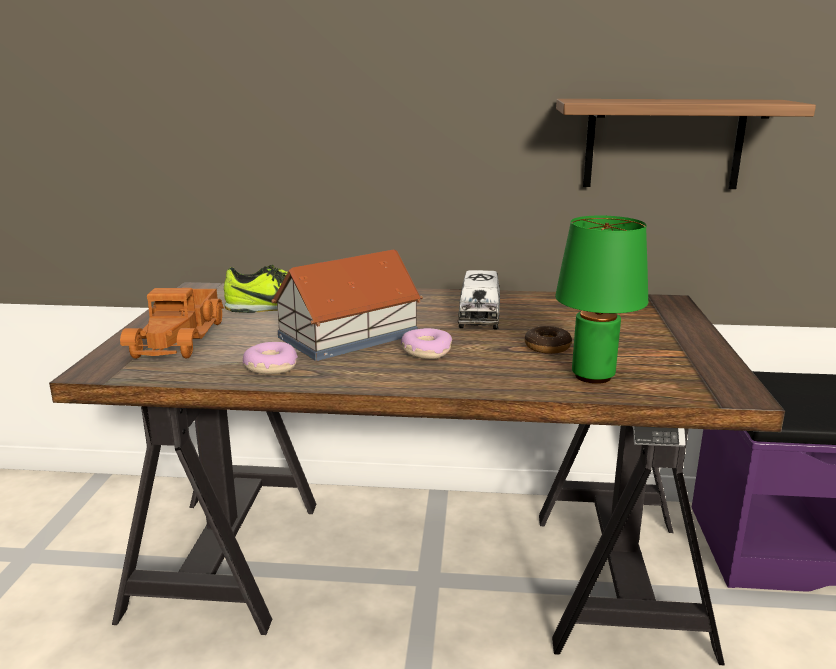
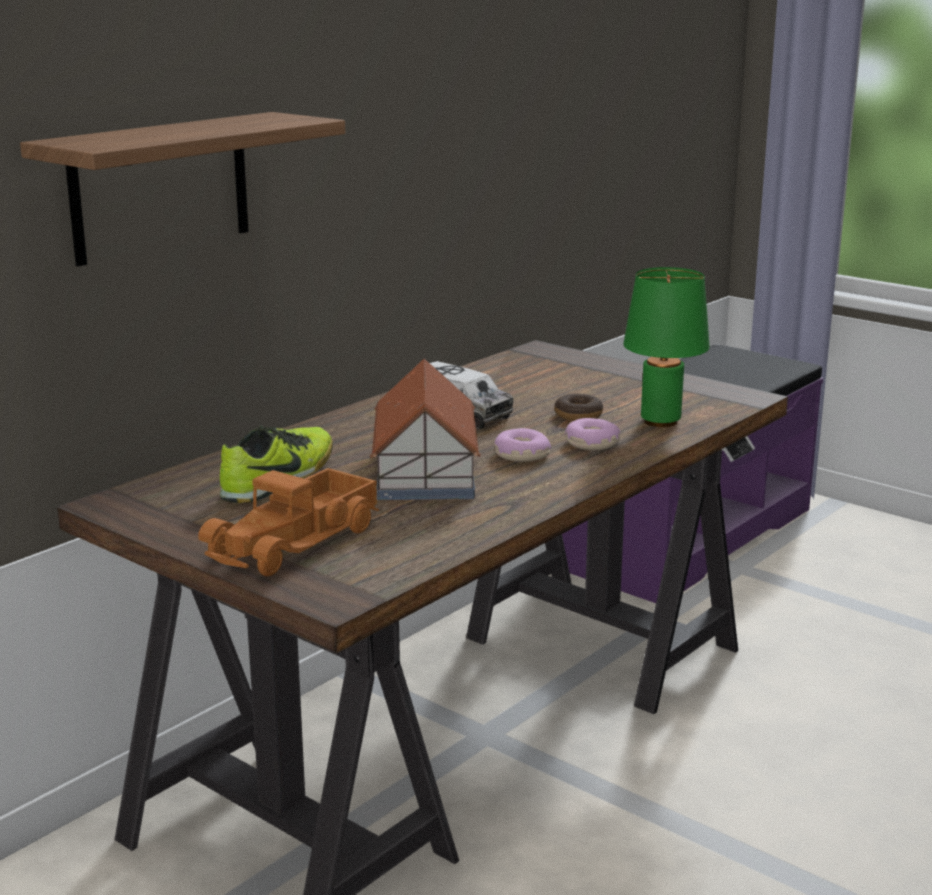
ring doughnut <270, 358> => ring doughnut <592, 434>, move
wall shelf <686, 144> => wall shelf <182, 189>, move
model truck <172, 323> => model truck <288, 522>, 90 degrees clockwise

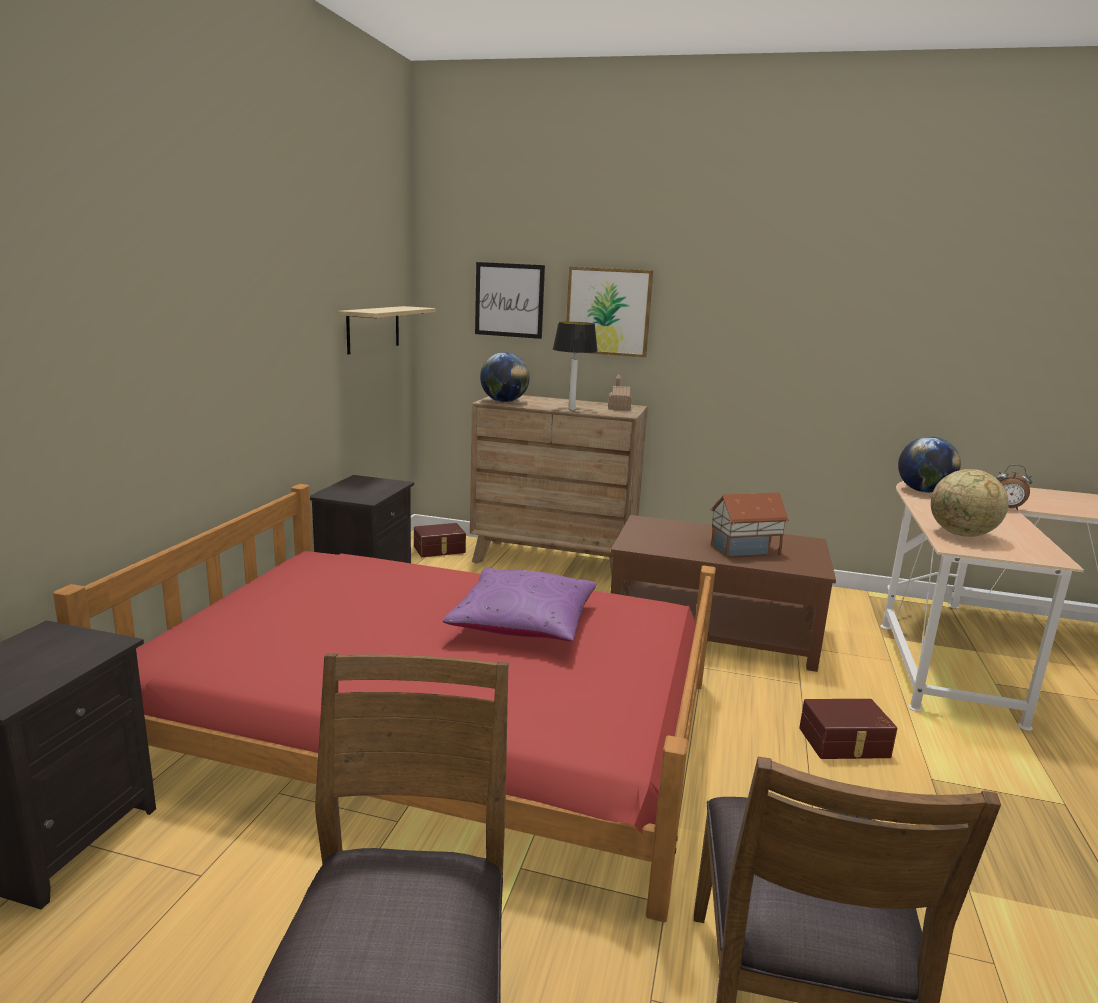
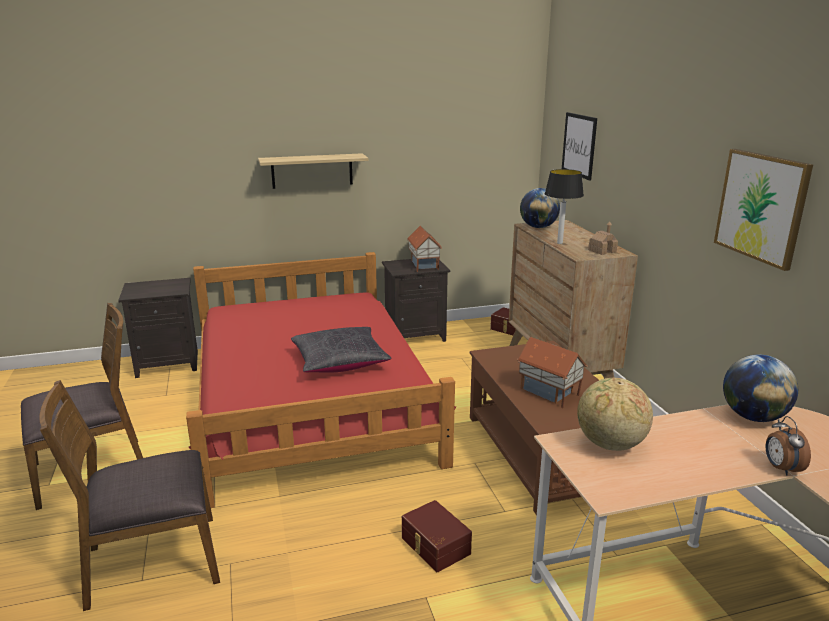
nothing => model house <424, 249>
wall shelf <387, 330> => wall shelf <313, 171>, move
picture <609, 312> => picture <763, 210>, move
purplish pillow <519, 604> => black pillow <341, 349>

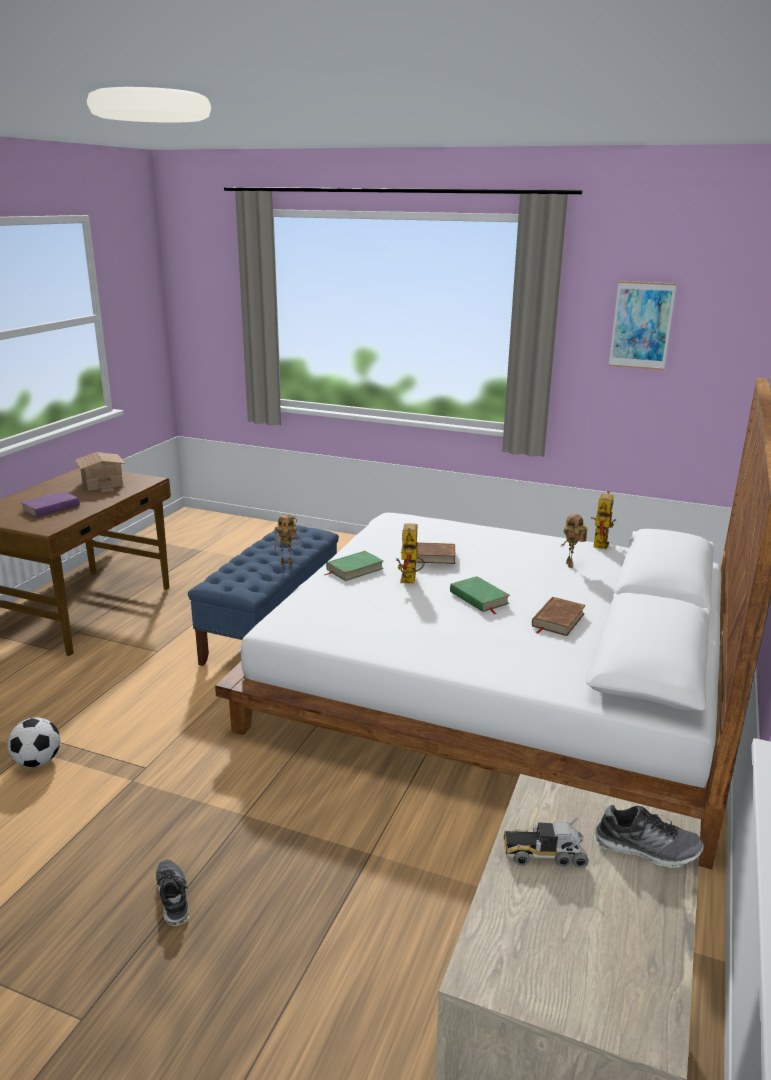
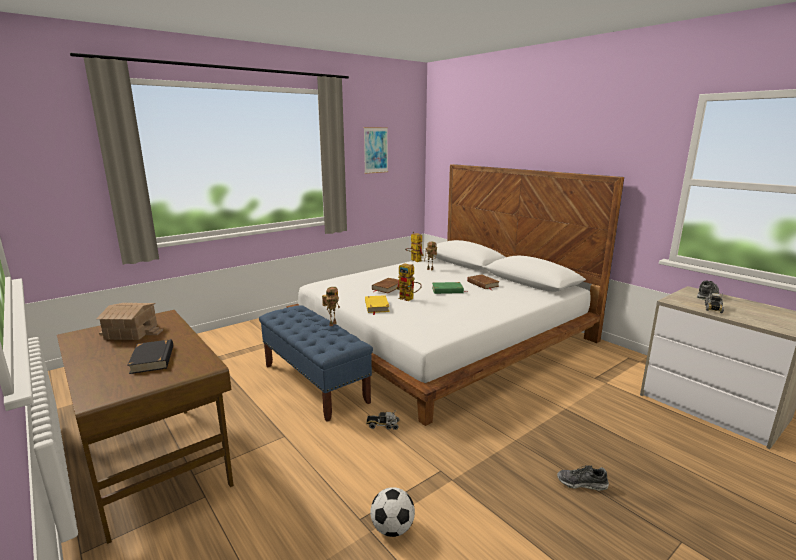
nothing => model truck <383, 420>
purplish bound book <52, 504> => black bound book <150, 356>
greenish bound book <353, 566> => yellow-coloured bound book <377, 305>

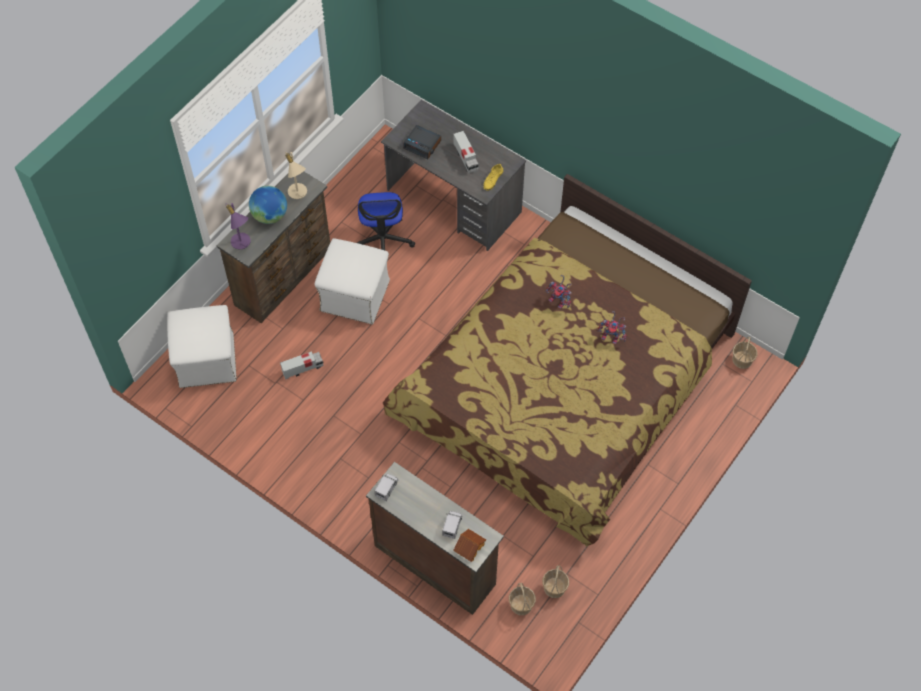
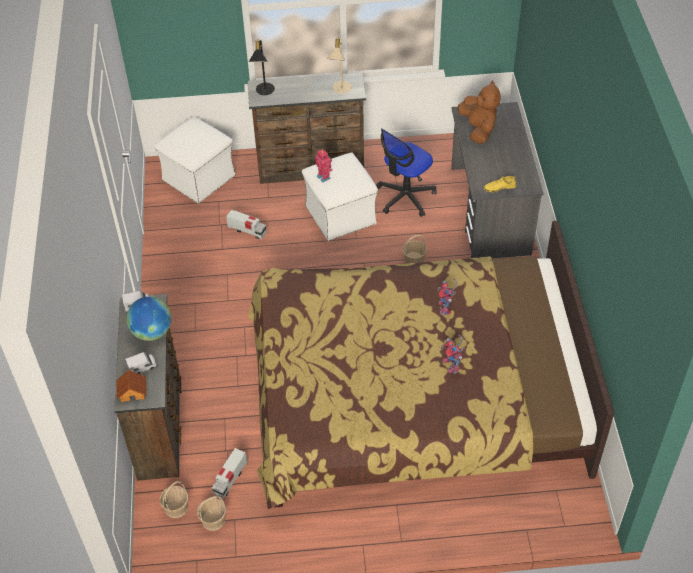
nothing => robot figure <324, 165>
world globe <268, 205> => world globe <149, 319>, move
model truck <466, 152> => model truck <229, 473>, move
basket <745, 352> => basket <414, 249>, move
table clock <422, 142> => brownish plush toy <479, 112>
purplish table lamp <238, 226> => black table lamp <262, 67>

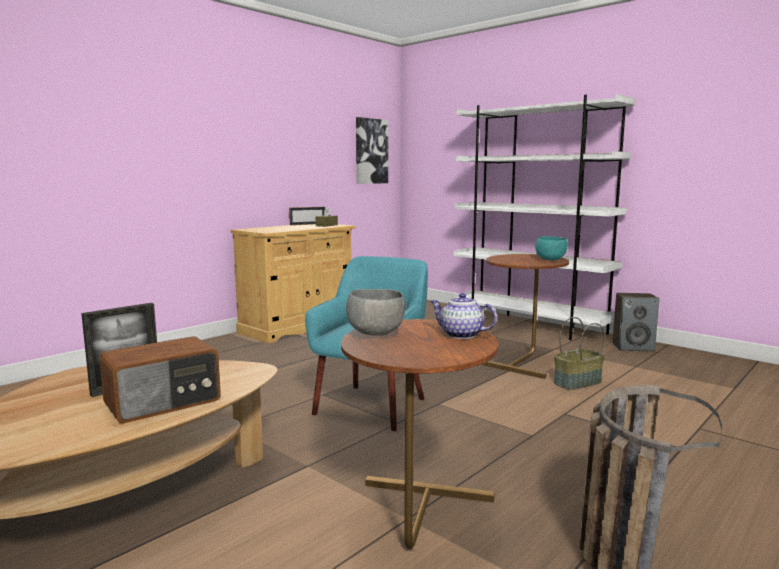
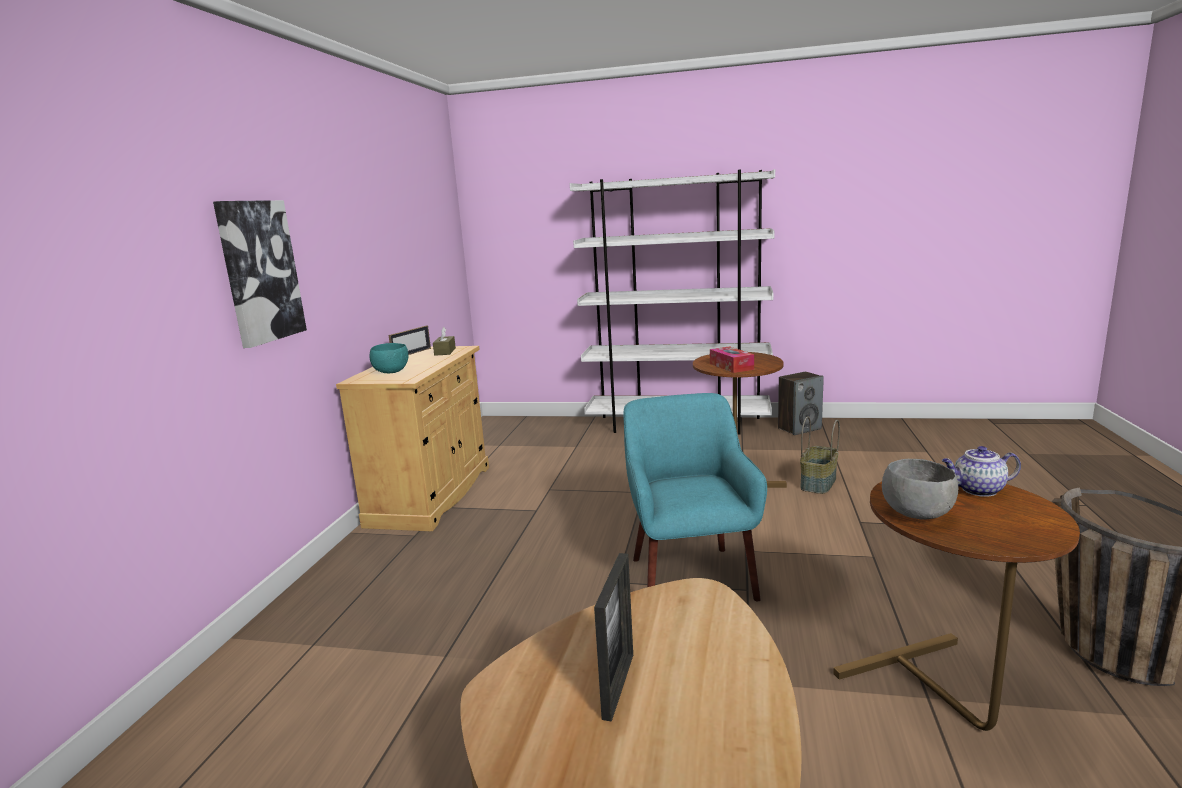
radio receiver <160, 380> => nothing
nothing => box of tissues <732, 359>
picture <372, 150> => picture <260, 274>, move
blue-green deep dish <551, 248> => blue-green deep dish <389, 358>, move

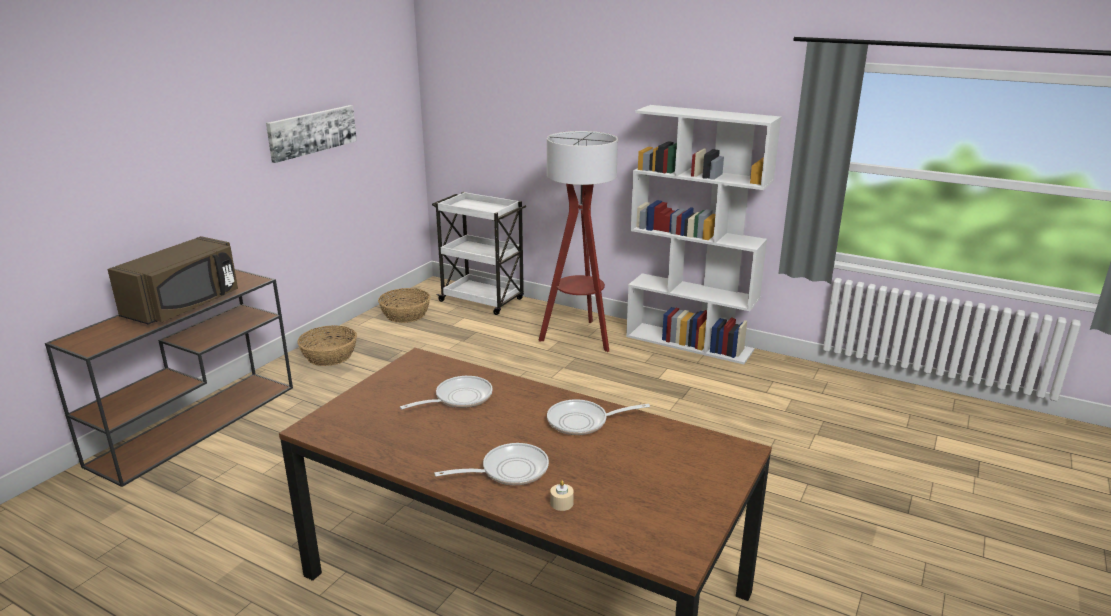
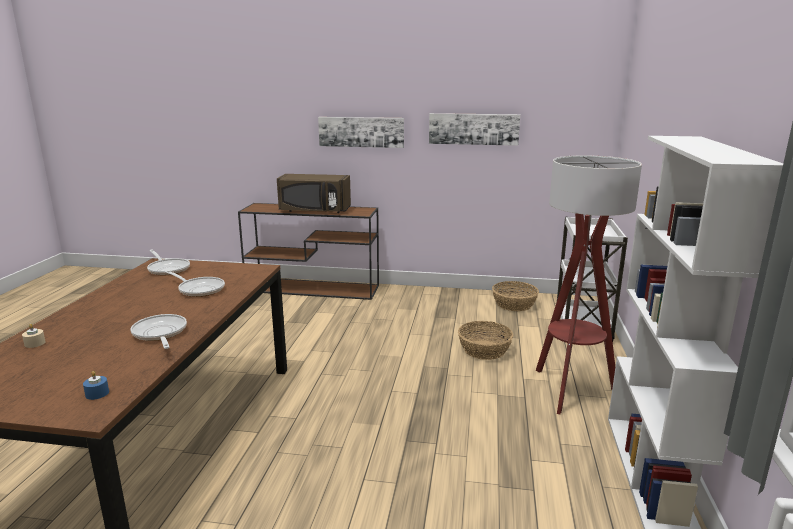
nothing => blue wax light <96, 385>
nothing => picture <361, 132>
basket <327, 345> => basket <485, 340>, move
frying pan <491, 464> => frying pan <168, 262>, move

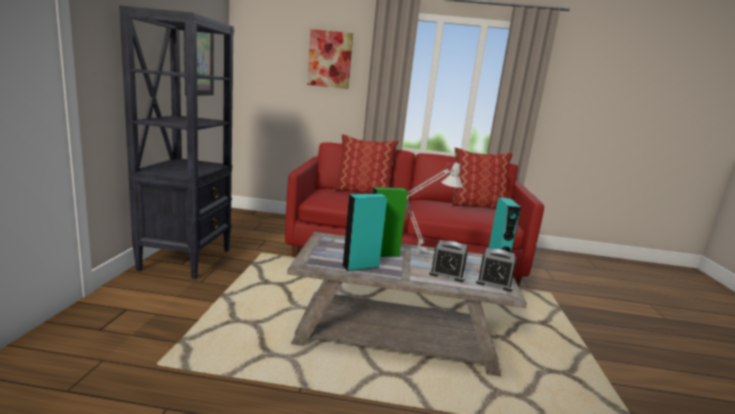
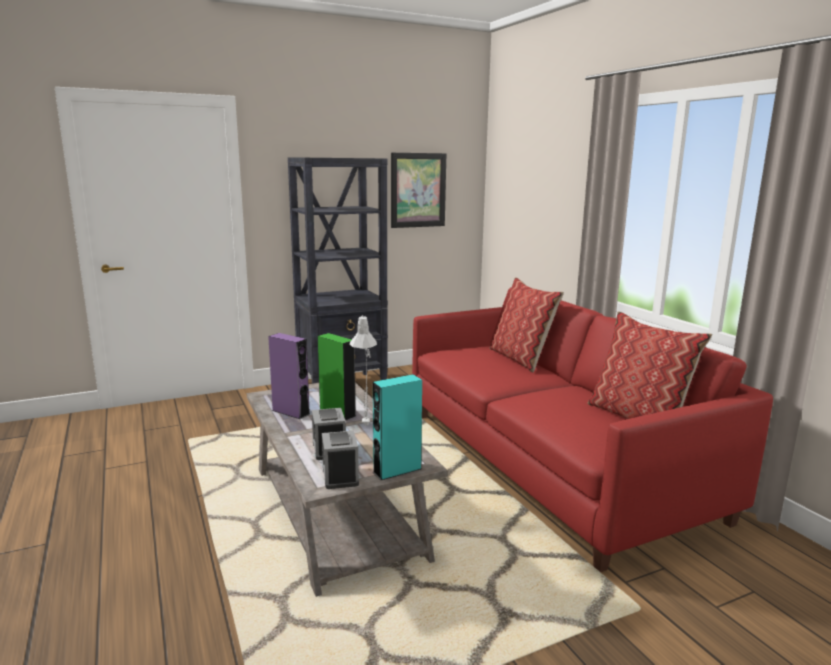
picture <330, 59> => nothing
blue-green audio speaker <364, 232> => purplish audio speaker <289, 376>

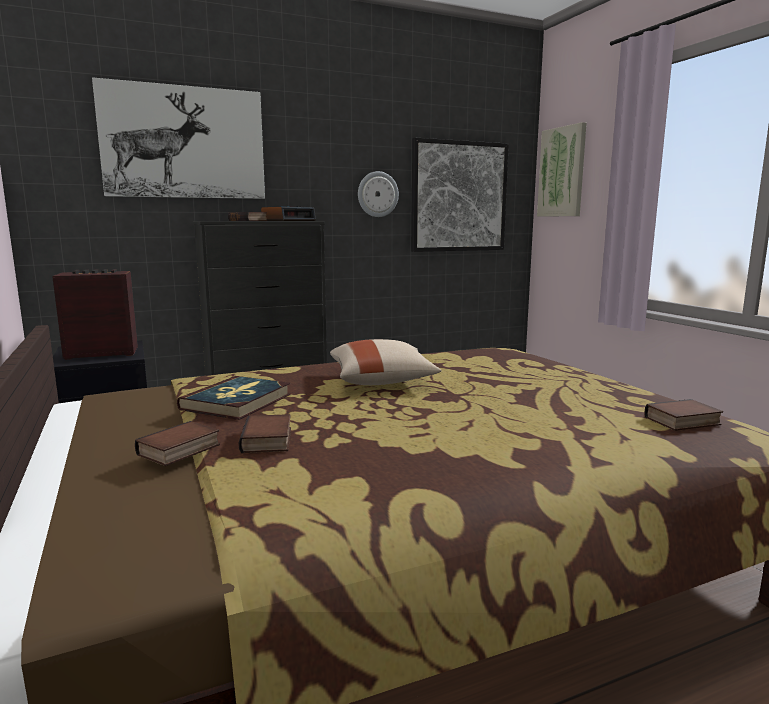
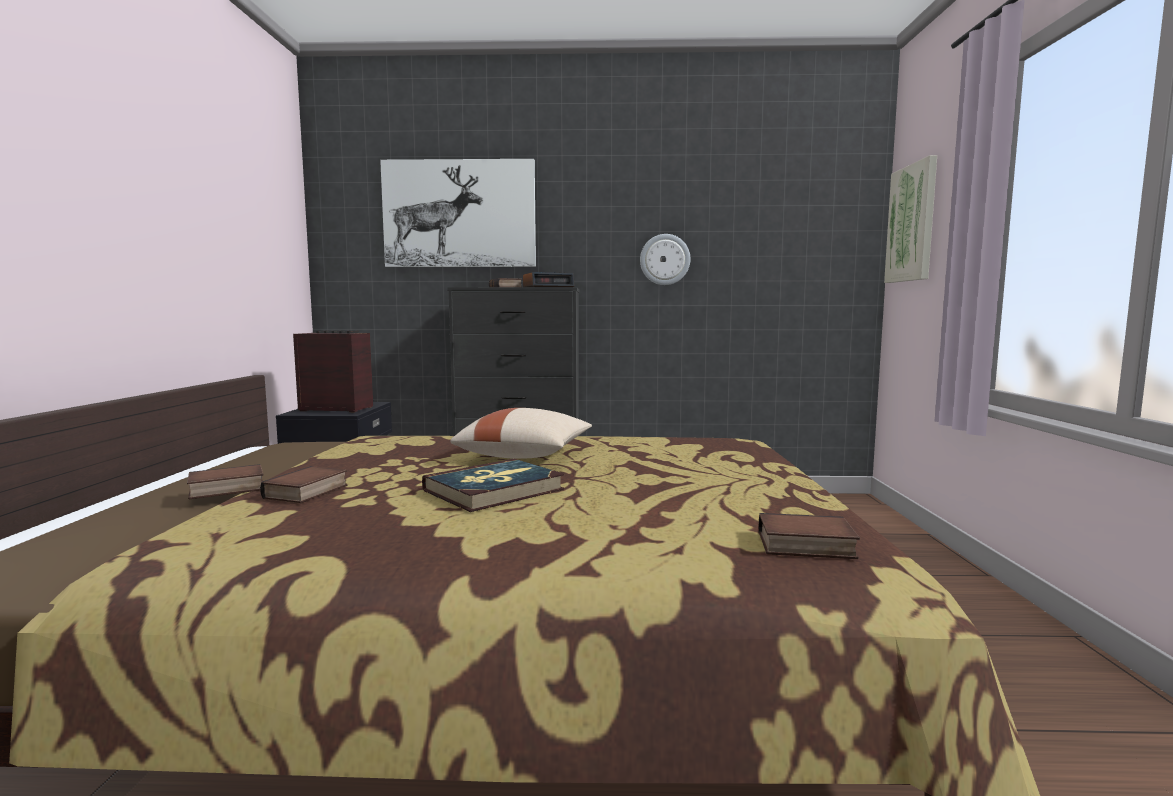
picture <460, 195> => nothing
bound book <234, 398> => bound book <493, 485>, move

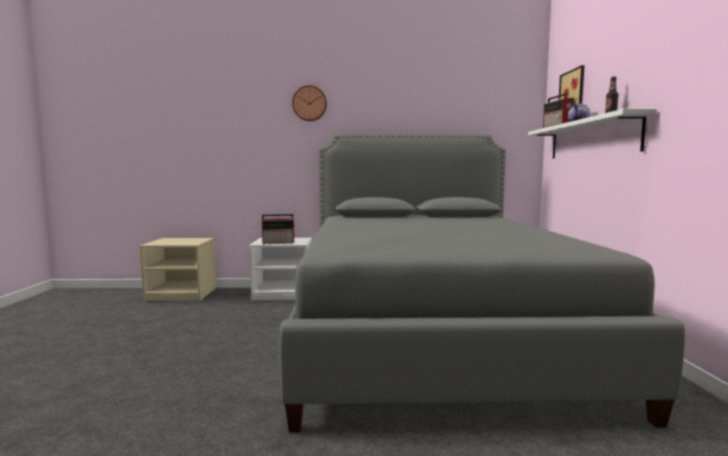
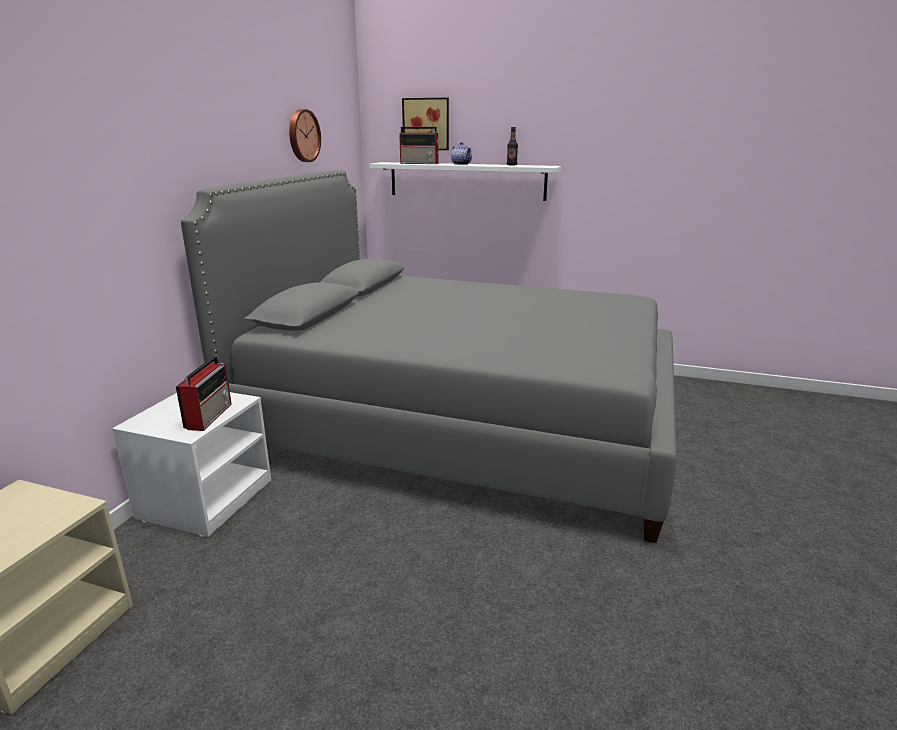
hanging clock <309, 103> => hanging clock <305, 135>, move

